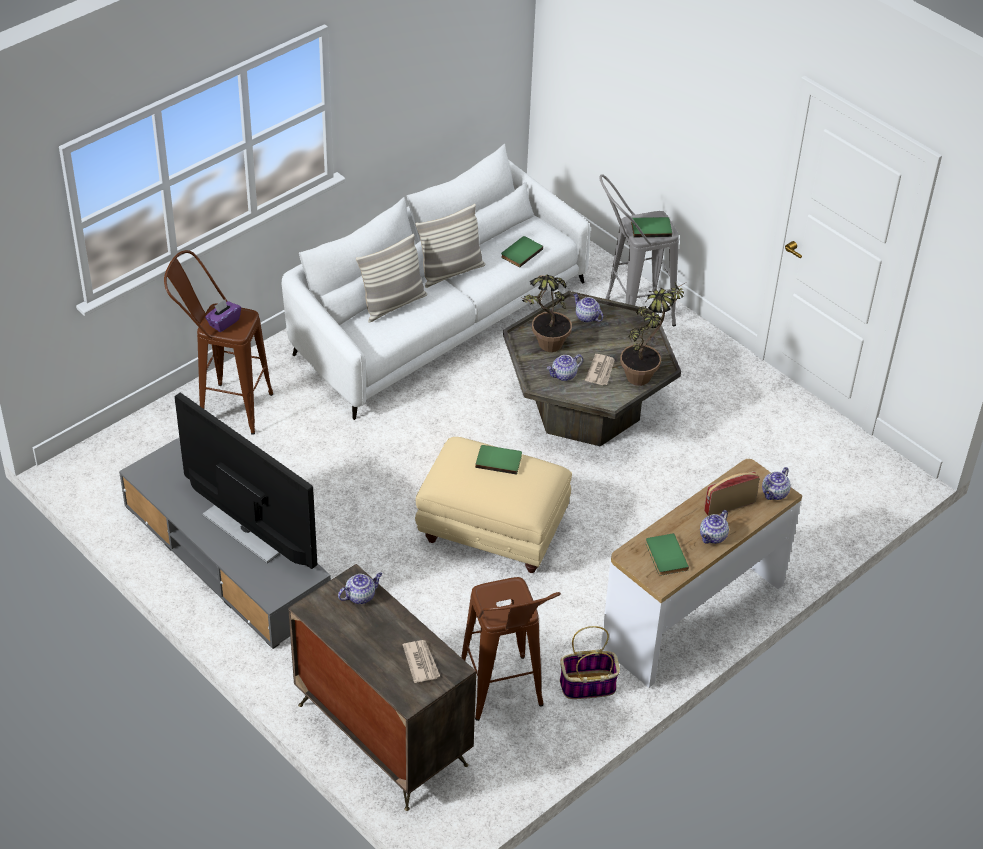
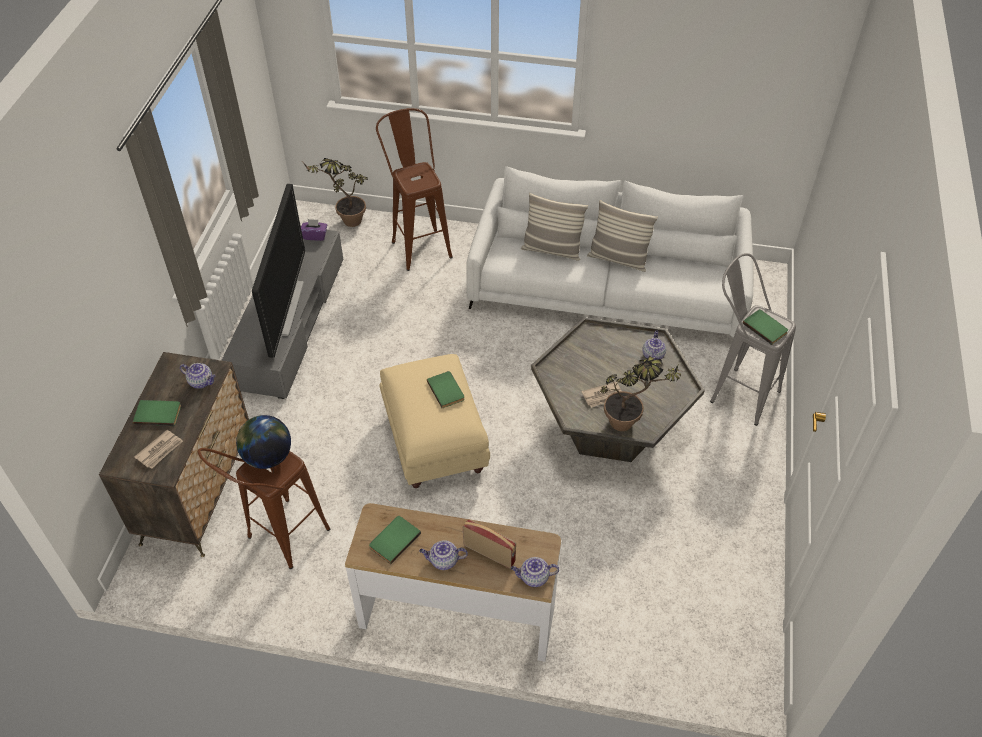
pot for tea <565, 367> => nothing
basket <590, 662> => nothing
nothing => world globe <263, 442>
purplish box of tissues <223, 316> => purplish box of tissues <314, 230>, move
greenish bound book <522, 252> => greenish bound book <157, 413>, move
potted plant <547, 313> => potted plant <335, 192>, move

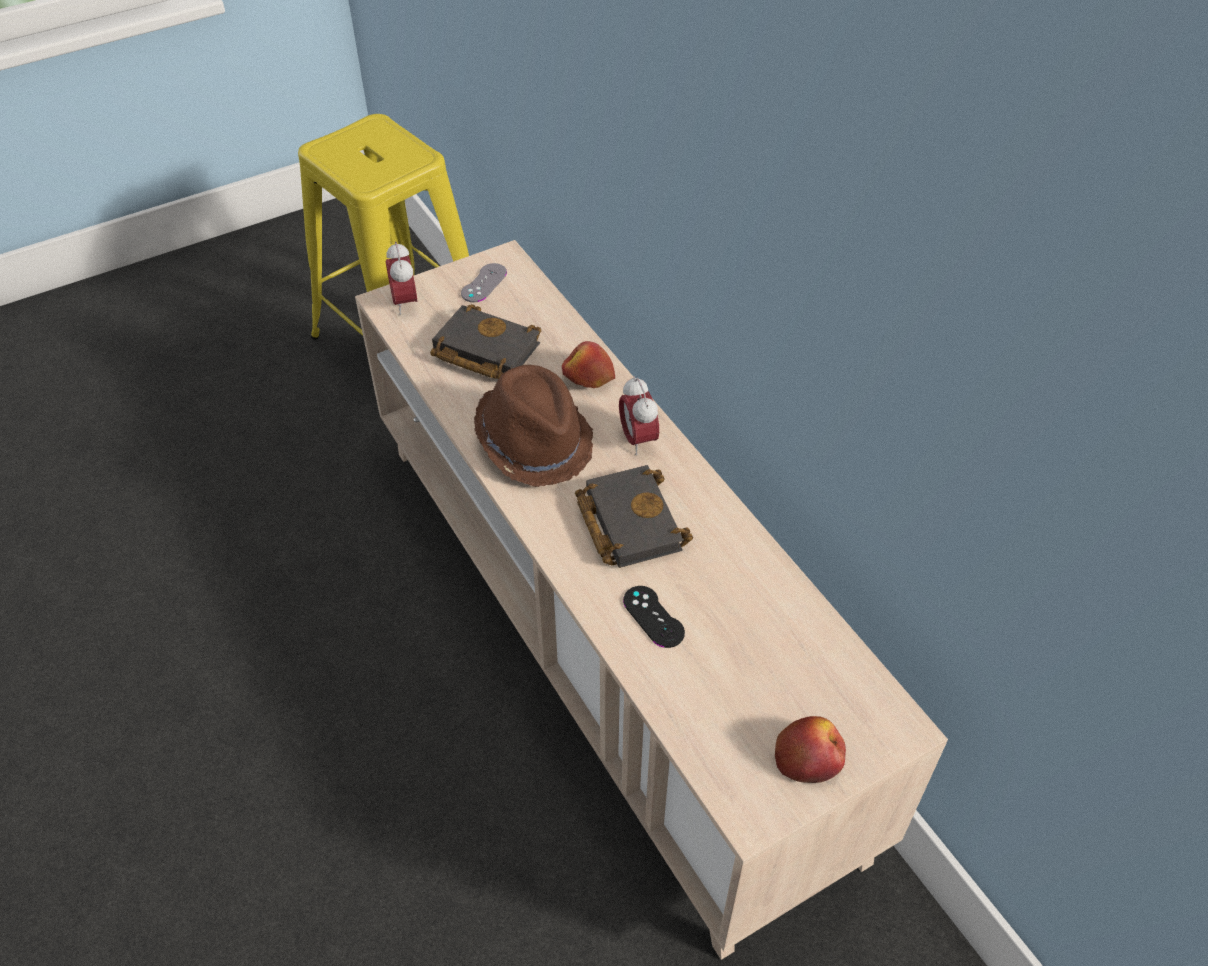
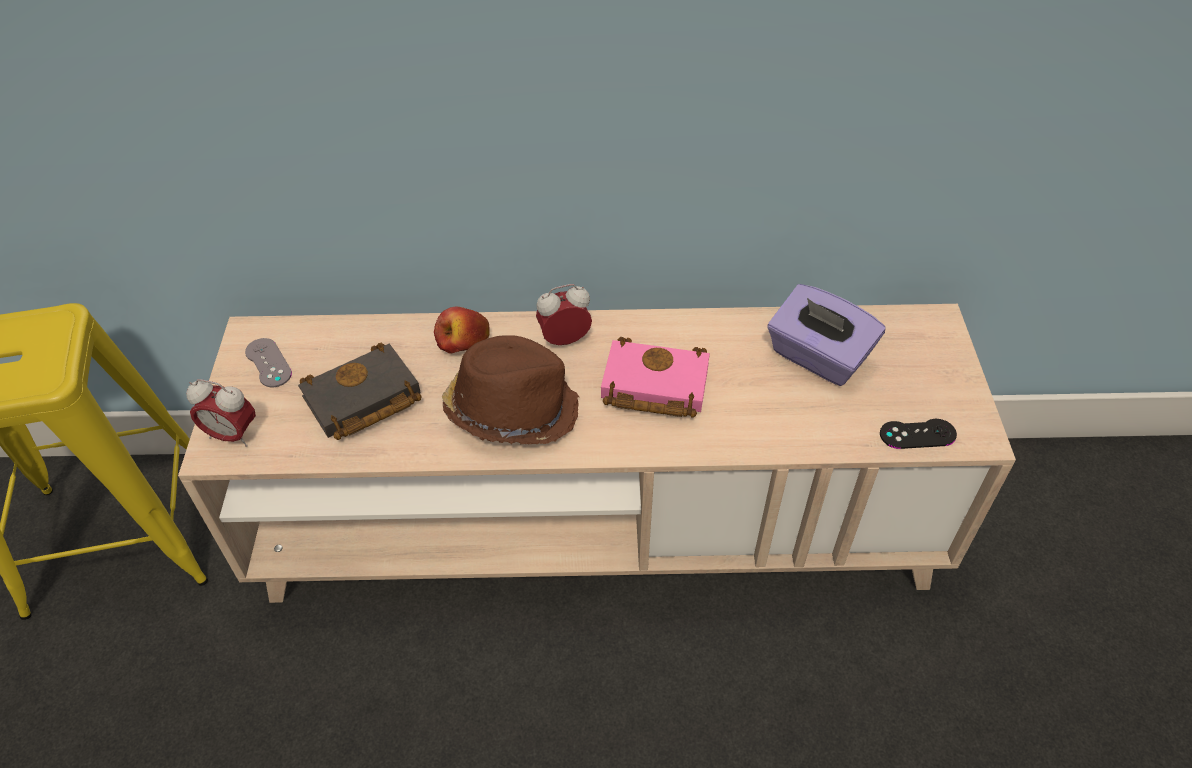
apple <810, 749> => nothing
nothing => purplish box of tissues <826, 335>
black joypad <654, 617> => black joypad <918, 434>, move
black bound book <634, 516> => pink bound book <655, 377>
table clock <639, 415> => table clock <564, 314>, 150 degrees clockwise

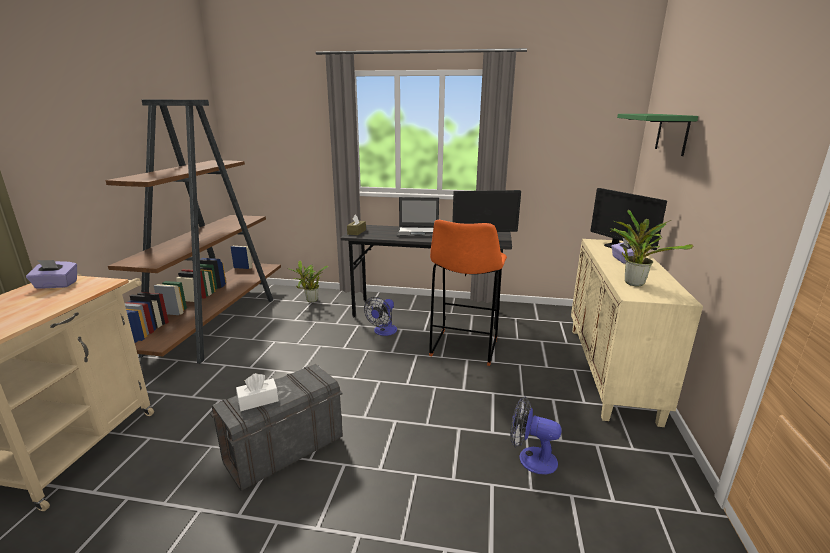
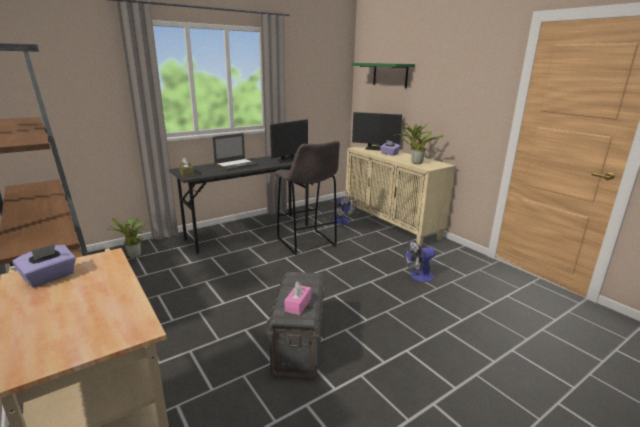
fan <380, 316> => fan <344, 210>, move
white box of tissues <257, 392> => pink box of tissues <298, 298>
orange-coloured stool <468, 293> => greyish stool <307, 198>

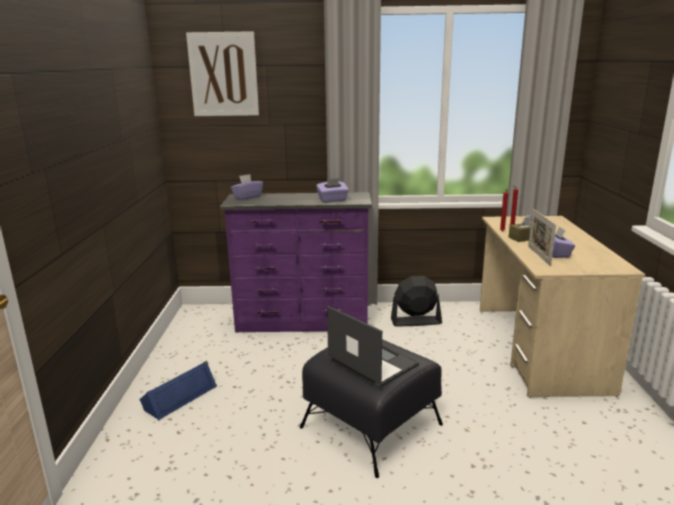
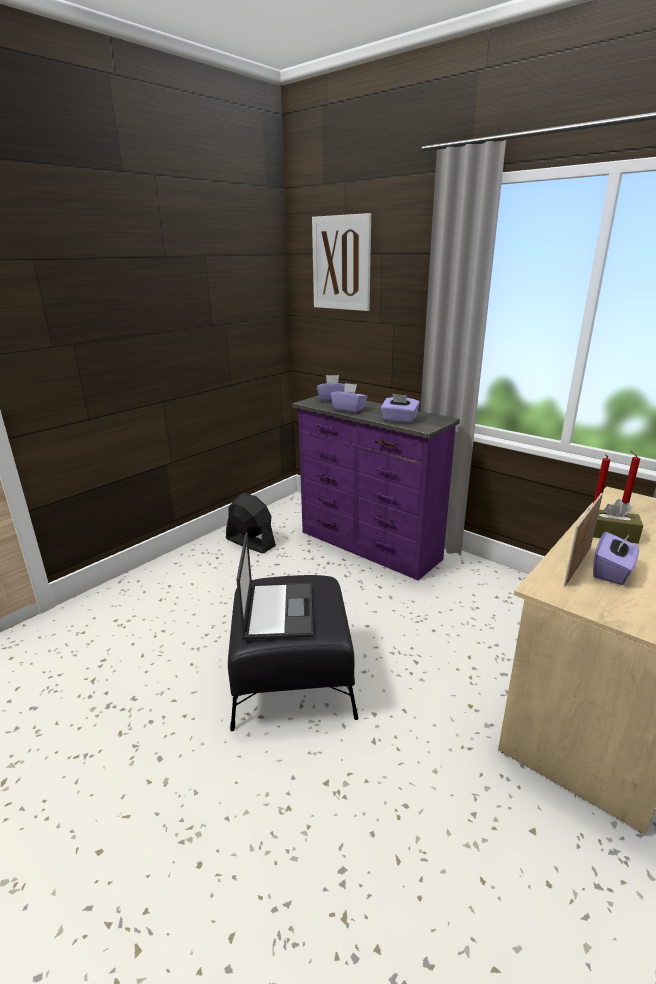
blue audio speaker <178, 390> => nothing
nothing => purplish box of tissues <349, 397>
black fan <416, 301> => black fan <251, 523>, move

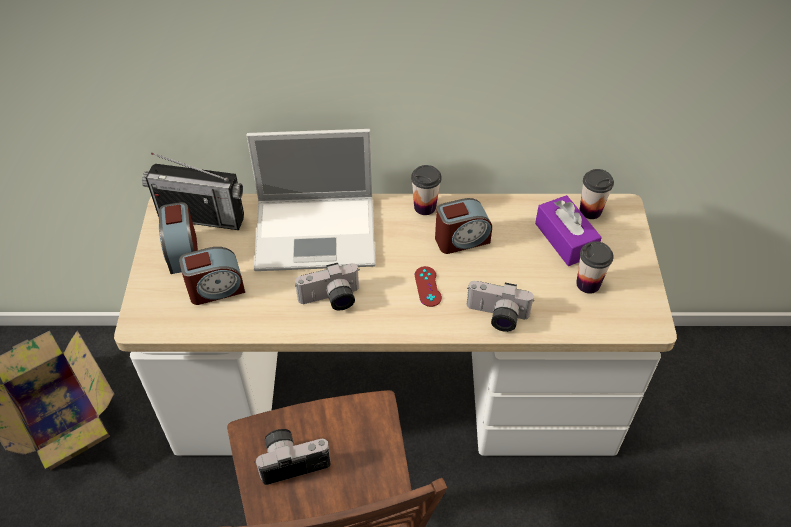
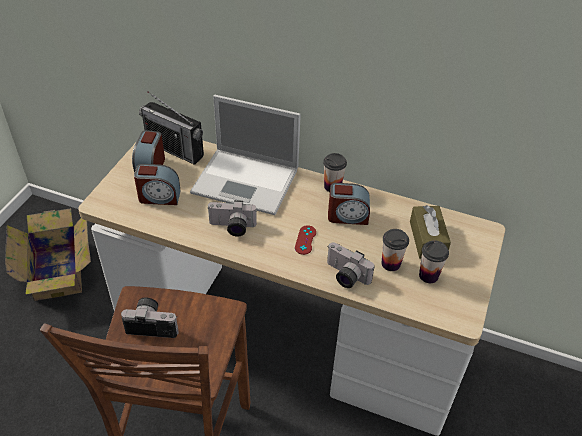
drinking cup <596, 194> => drinking cup <395, 250>, move
purplish box of tissues <568, 230> => brownish box of tissues <430, 232>

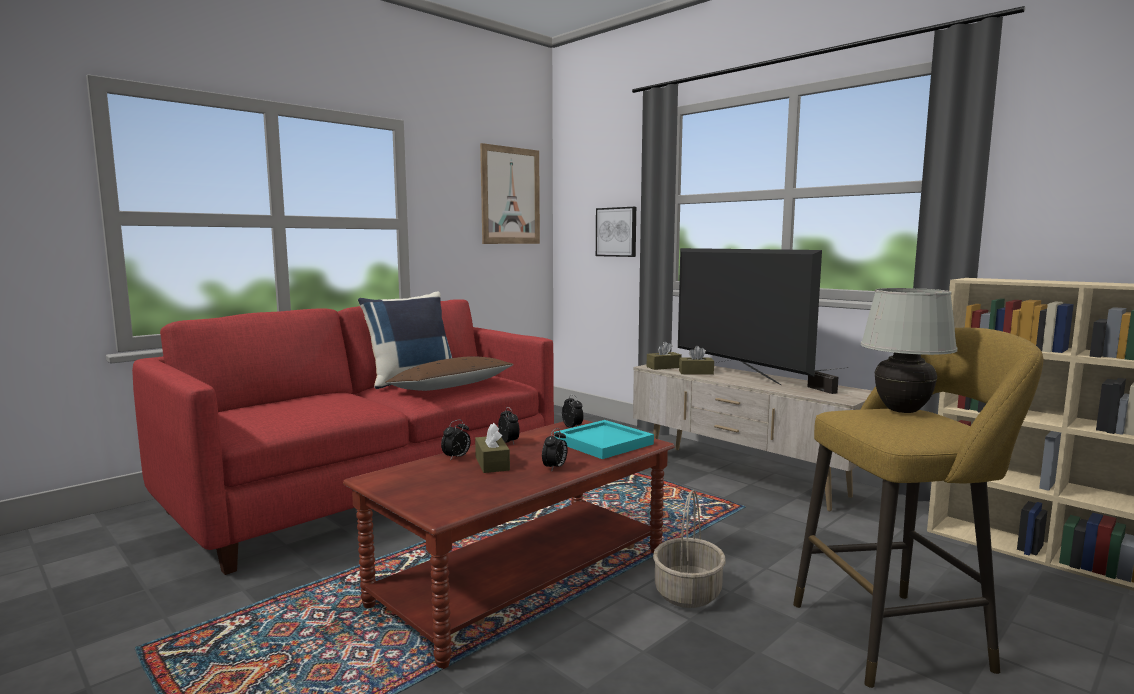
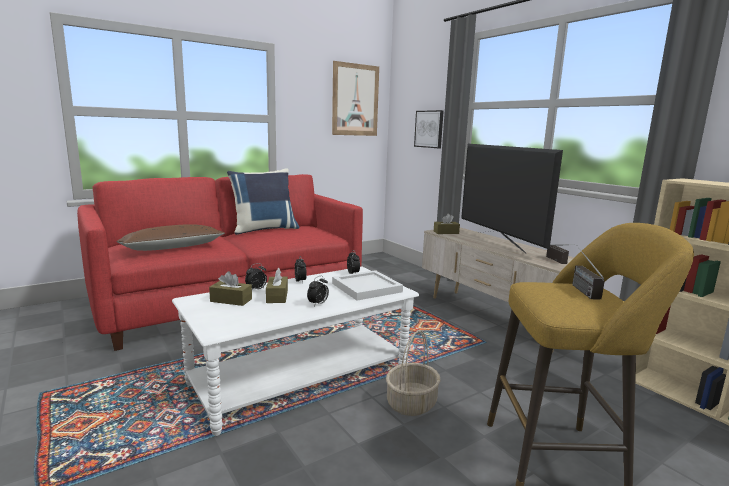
brownish pillow <449, 373> => brownish pillow <170, 237>, move
brownish box of tissues <696, 360> => brownish box of tissues <230, 288>, move
white table lamp <909, 350> => radio receiver <588, 272>
brownish coffee table <509, 544> => white coffee table <295, 351>
blue-green carrying tray <604, 439> => white carrying tray <367, 285>

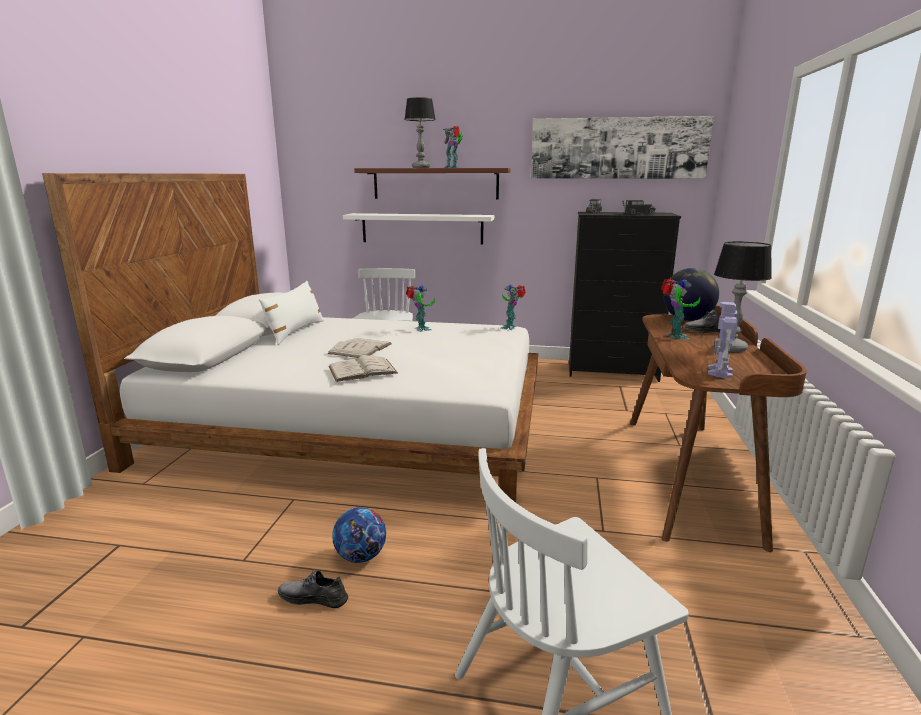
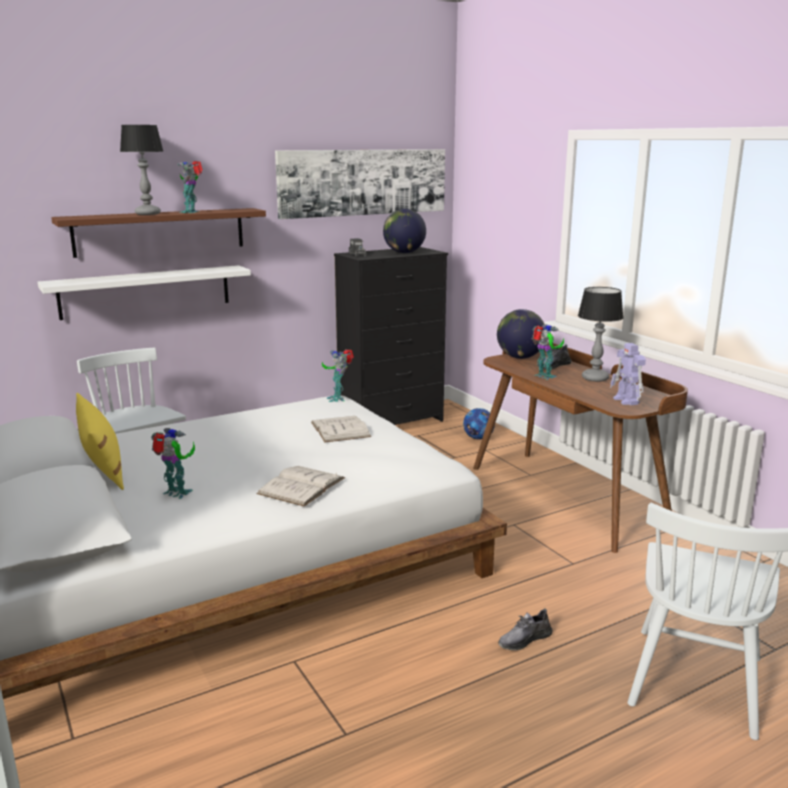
greyish shoe <313, 589> => greyish shoe <525, 629>, move
white bound book <359, 348> => white bound book <341, 429>, move
football ball <359, 535> => football ball <479, 424>, move
robot figure <420, 308> => robot figure <173, 463>, move
model truck <639, 207> => world globe <404, 231>
white pillow <291, 313> => yellow-coloured pillow <100, 441>

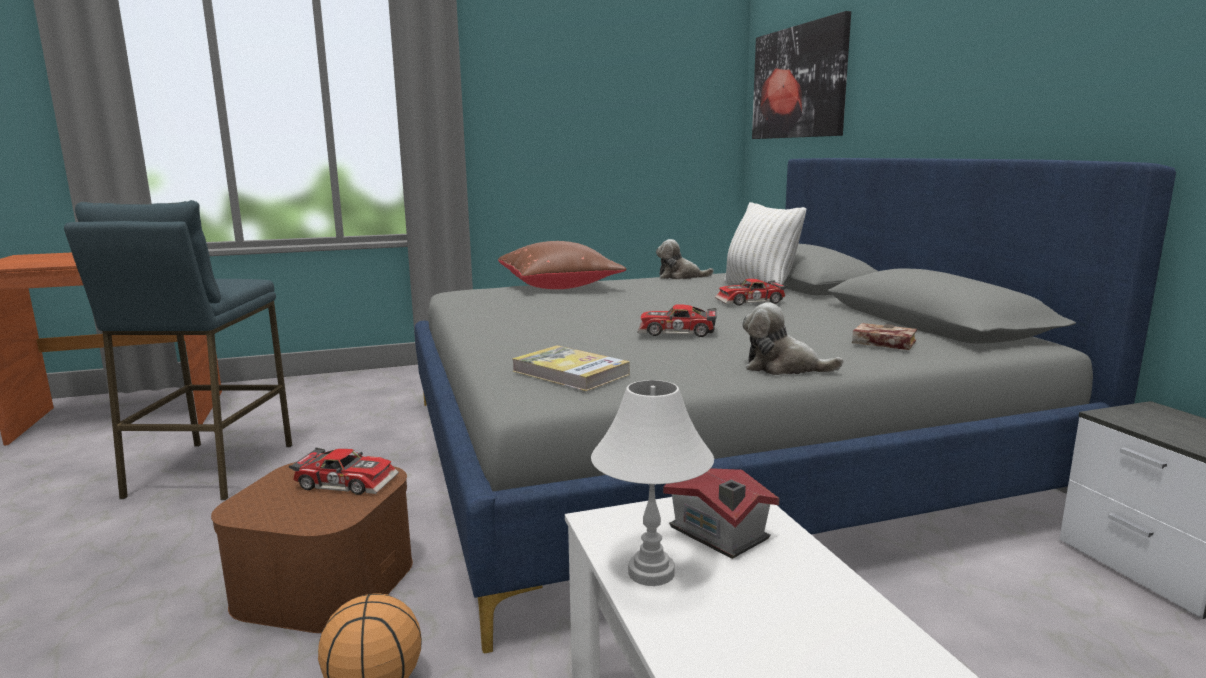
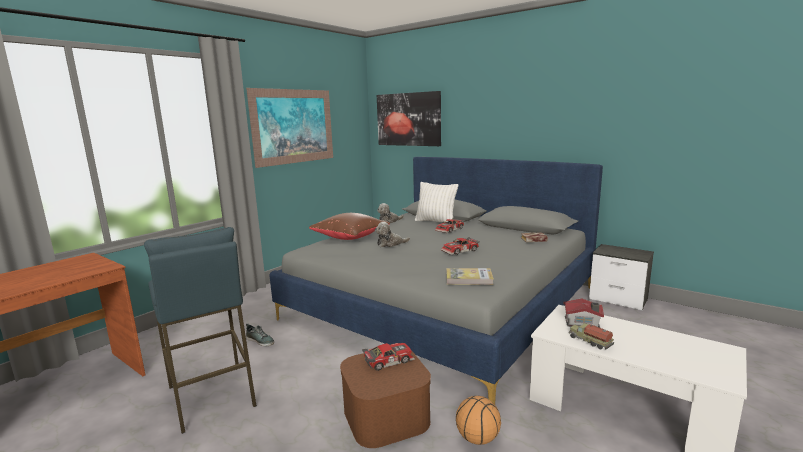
nothing => picture <289, 128>
nothing => shoe <260, 334>
plush toy <793, 339> => plush toy <392, 234>, move
white table lamp <652, 483> => model truck <591, 336>

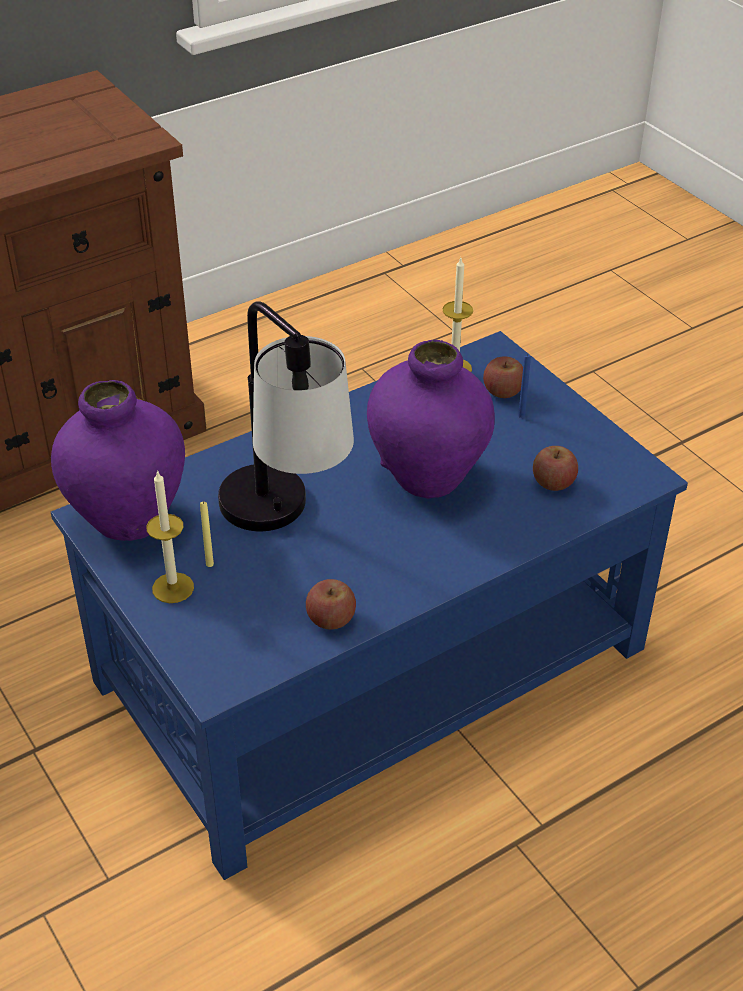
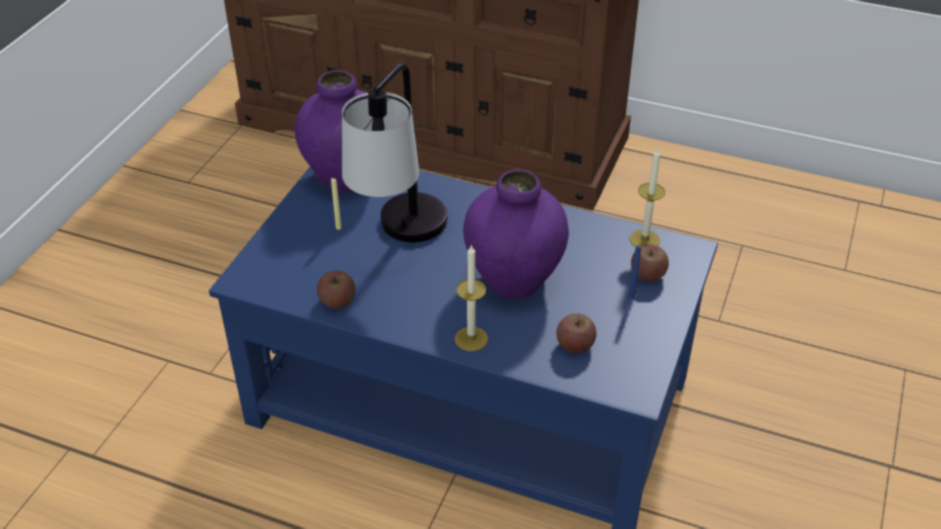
wax light <170, 536> => wax light <471, 297>, move

